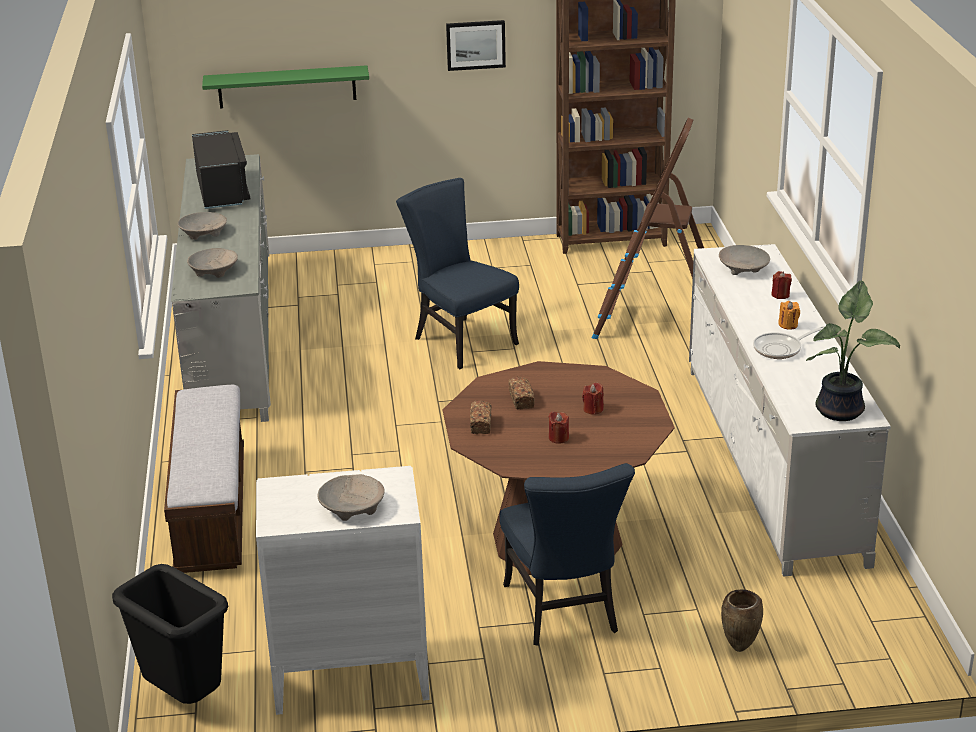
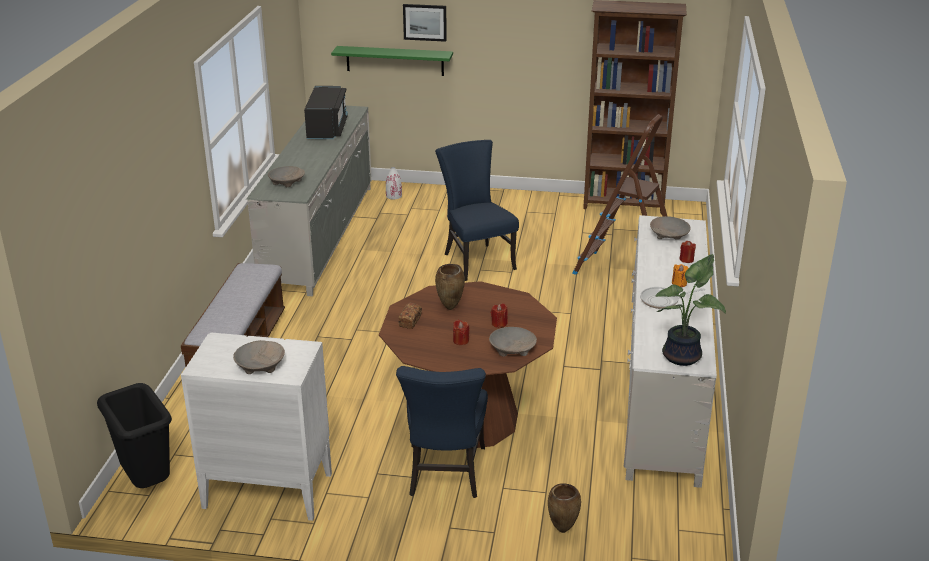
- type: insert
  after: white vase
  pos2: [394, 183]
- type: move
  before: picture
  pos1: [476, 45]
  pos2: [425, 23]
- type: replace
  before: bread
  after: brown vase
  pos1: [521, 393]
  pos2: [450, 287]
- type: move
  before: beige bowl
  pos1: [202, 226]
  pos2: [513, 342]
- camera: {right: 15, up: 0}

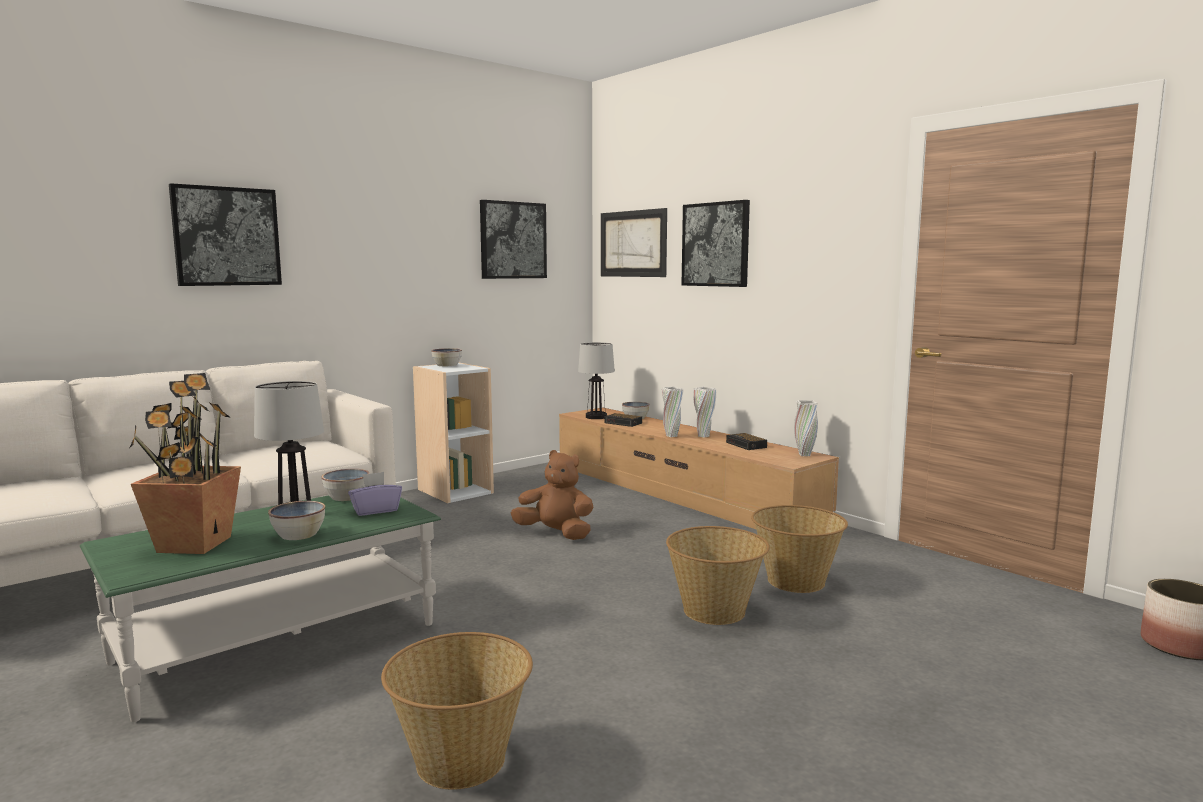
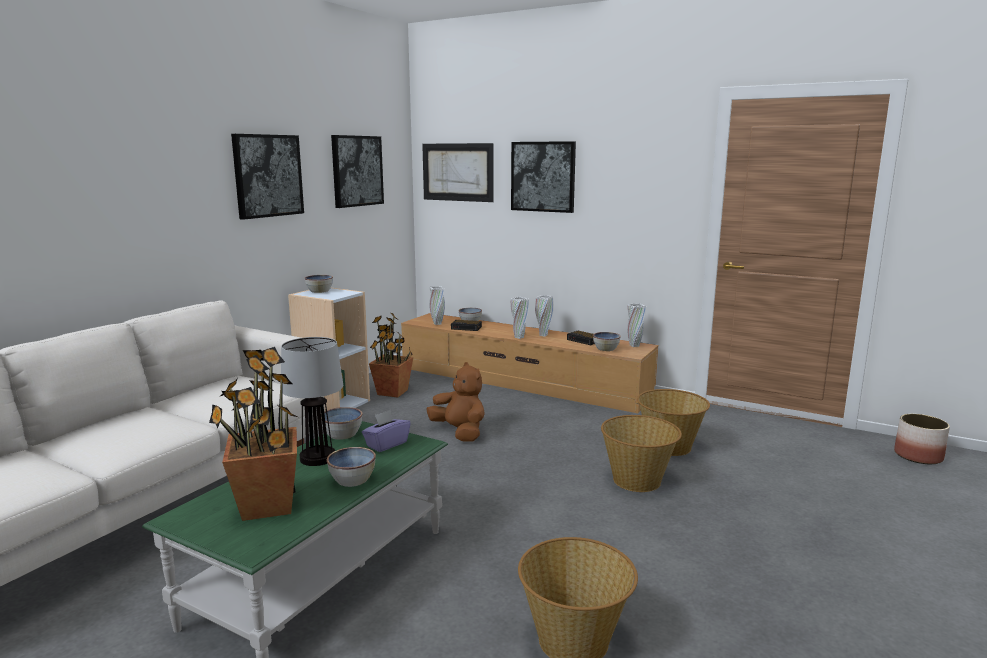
- type: move
  before: picture
  pos1: [225, 234]
  pos2: [267, 177]
- type: insert
  after: potted plant
  pos2: [391, 354]
- type: rotate
  before: brown plush toy
  pos1: [552, 495]
  pos2: [455, 401]
  turn: 45
- type: replace
  before: table lamp
  after: white vase
  pos1: [596, 380]
  pos2: [437, 305]
- type: insert
  after: bowl
  pos2: [607, 341]
- camera: {right: -20, up: 5}

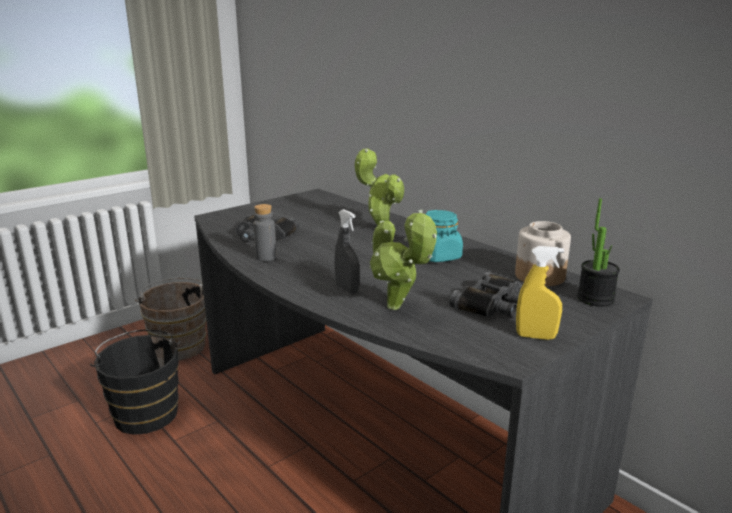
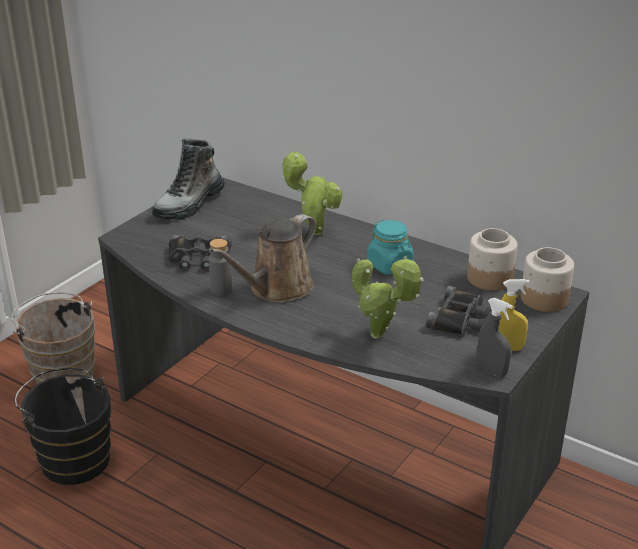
- type: insert
  after: boot
  pos2: [188, 179]
- type: insert
  after: brown watering can
  pos2: [263, 258]
- type: move
  before: grey spray bottle
  pos1: [347, 251]
  pos2: [494, 337]
- type: replace
  before: potted plant
  after: jar
  pos1: [598, 252]
  pos2: [547, 279]
- camera: {right: -15, up: 10}

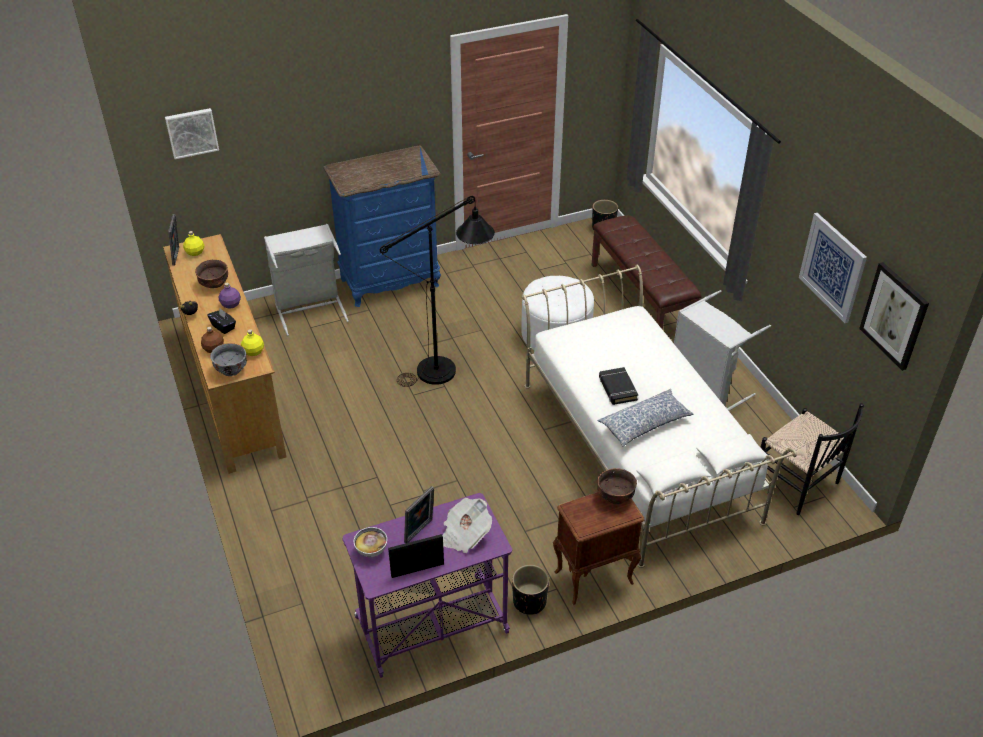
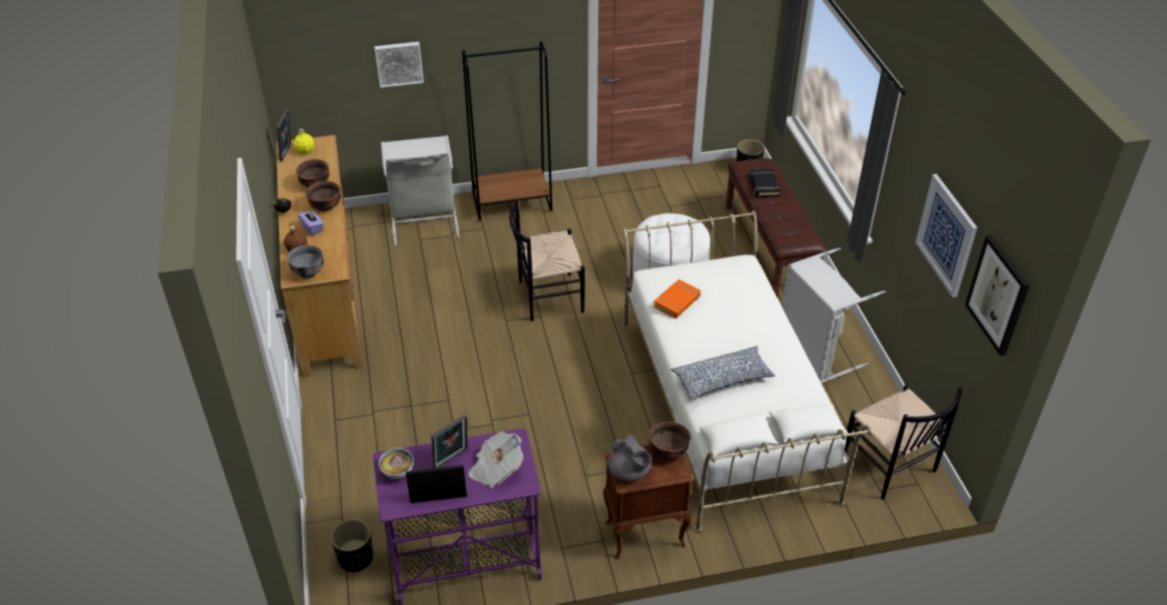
- type: recolor
  before: black tissue box
  after: purple tissue box
  pos1: [221, 321]
  pos2: [310, 222]
- type: replace
  before: purple bottle
  after: brown bowl
  pos1: [230, 295]
  pos2: [323, 196]
- type: move
  before: black planter
  pos1: [530, 590]
  pos2: [352, 545]
- type: move
  before: picture
  pos1: [192, 133]
  pos2: [399, 65]
- type: replace
  before: blue dresser
  after: clothes rack
  pos1: [382, 226]
  pos2: [507, 130]
- type: replace
  before: black floor lamp
  after: black chair
  pos1: [437, 291]
  pos2: [547, 260]
- type: insert
  after: grey teapot
  pos2: [630, 458]
- type: insert
  after: orange book
  pos2: [677, 299]
- type: move
  before: black book
  pos1: [618, 386]
  pos2: [764, 183]
- type: delete
  before: yellow bottle
  pos1: [252, 342]
- camera: {right: 10, up: 0}

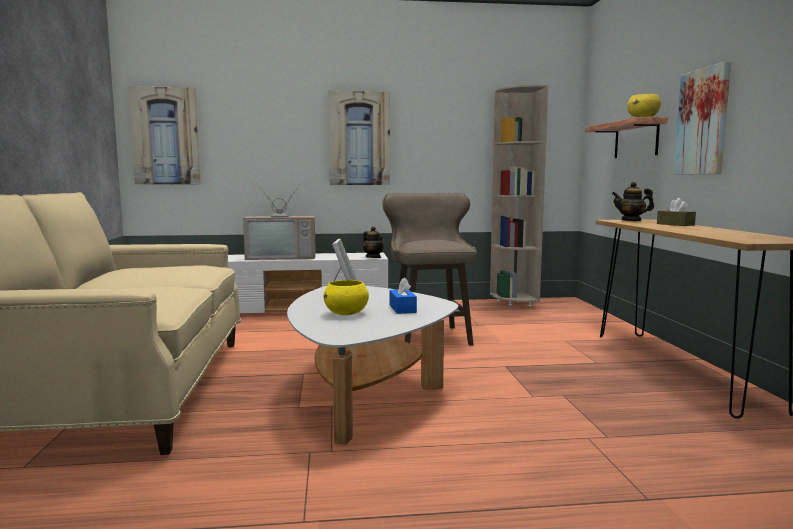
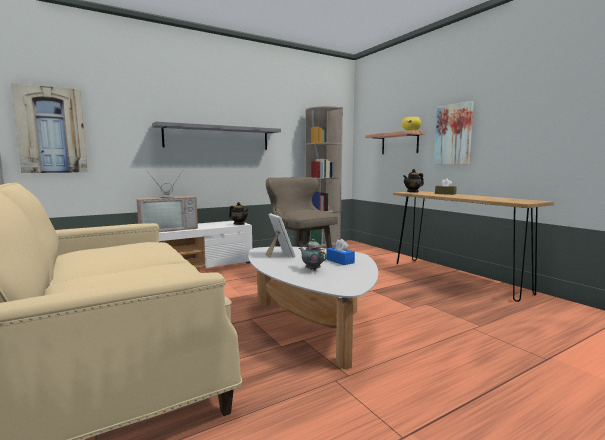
- type: replace
  before: picture
  after: grey shelf
  pos1: [359, 138]
  pos2: [216, 135]
- type: replace
  before: yellow bowl
  after: teapot
  pos1: [346, 297]
  pos2: [313, 255]
- camera: {right: -25, up: 0}

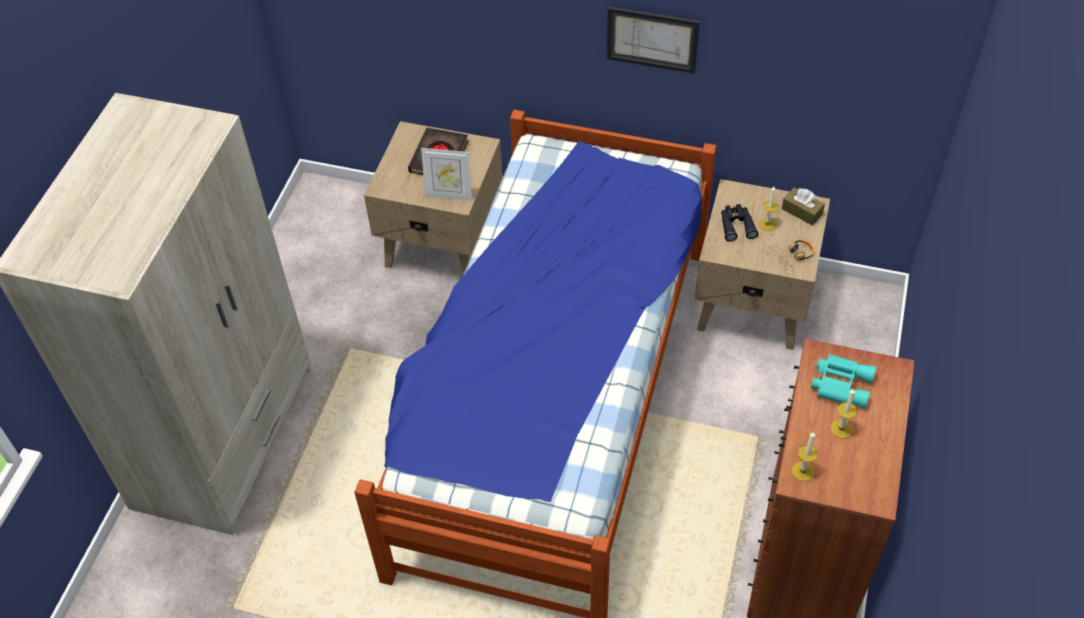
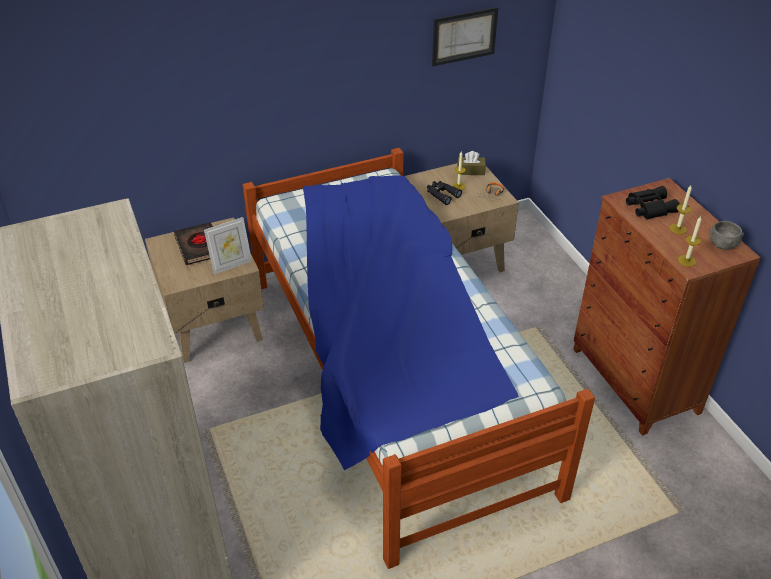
- type: move
  before: picture
  pos1: [653, 40]
  pos2: [465, 36]
- type: recolor
  before: turquoise binoculars
  after: black binoculars
  pos1: [843, 381]
  pos2: [653, 203]
- type: insert
  after: grey bowl
  pos2: [726, 235]
- camera: {right: -40, up: -10}

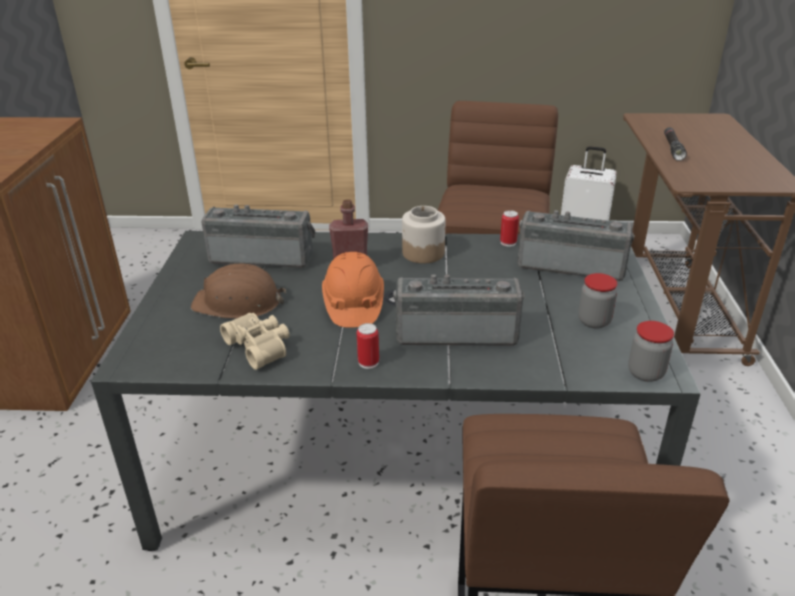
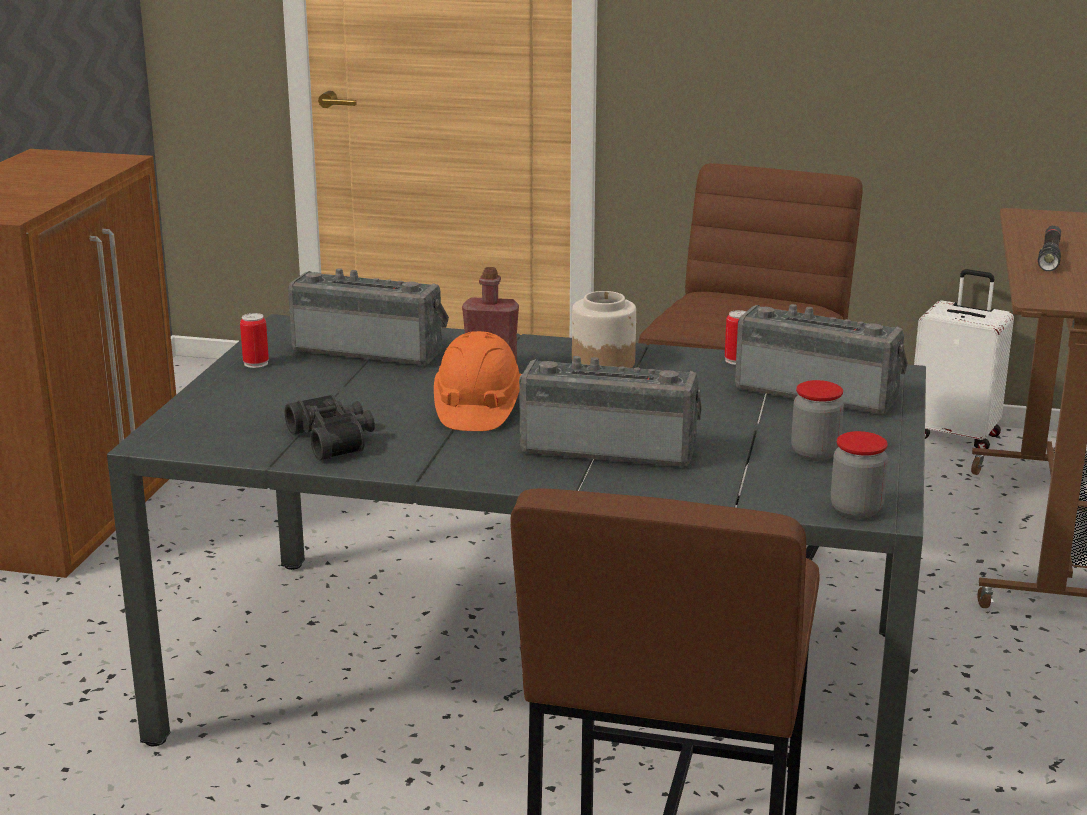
- type: move
  before: can
  pos1: [368, 346]
  pos2: [254, 340]
- type: recolor
  before: beige binoculars
  after: black binoculars
  pos1: [255, 341]
  pos2: [330, 427]
- type: delete
  before: brown hard hat
  pos1: [238, 291]
- camera: {right: 10, up: -10}

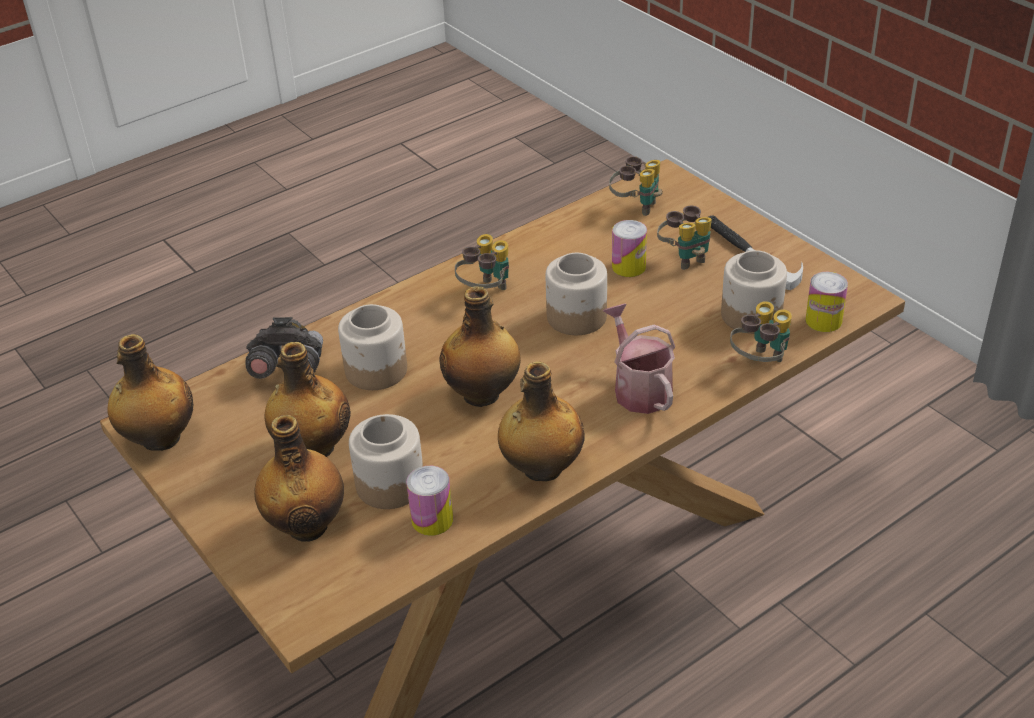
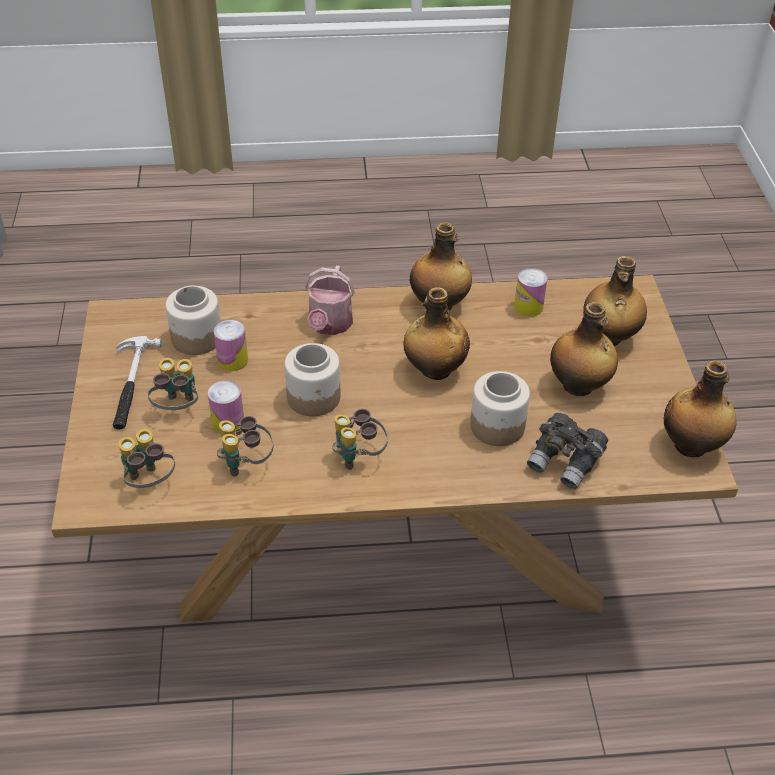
- type: move
  before: can
  pos1: [826, 302]
  pos2: [231, 345]
- type: move
  before: binoculars
  pos1: [761, 331]
  pos2: [245, 446]
- type: delete
  before: jar
  pos1: [386, 461]
- camera: {right: -150, up: 5}

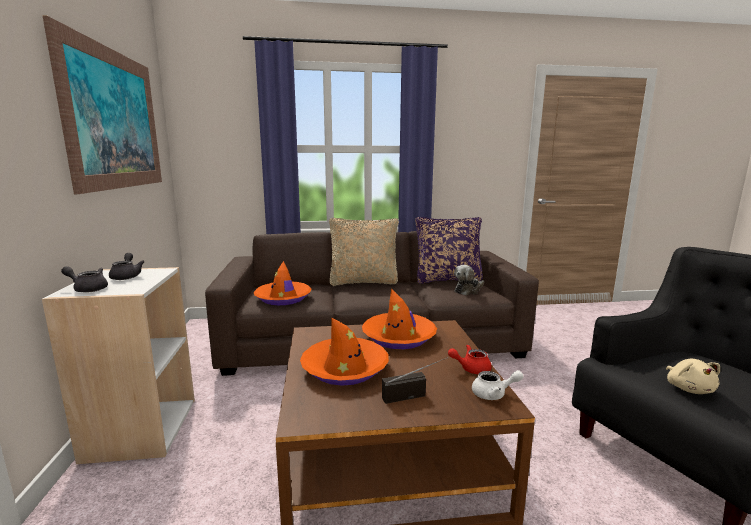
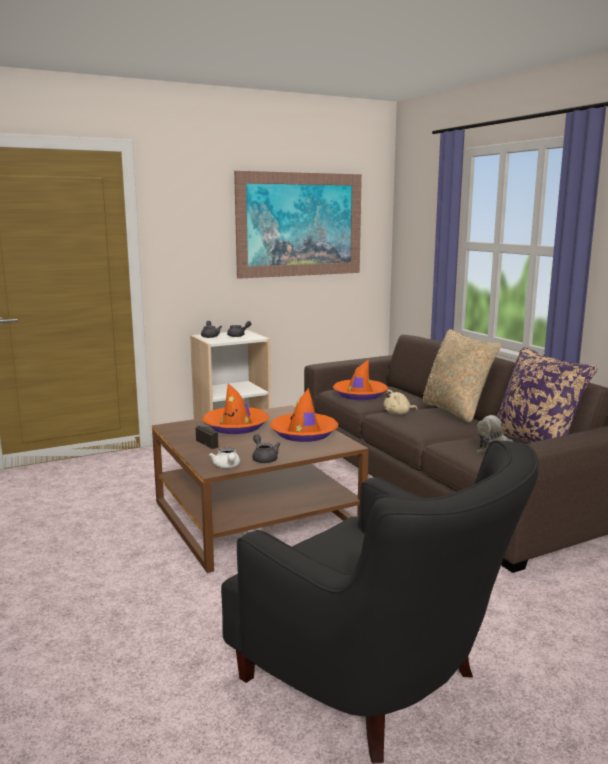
- type: recolor
  before: red teapot
  after: grey teapot
  pos1: [470, 359]
  pos2: [266, 448]
- type: move
  before: beige plush toy
  pos1: [693, 376]
  pos2: [401, 402]
- camera: {right: 70, up: 0}

